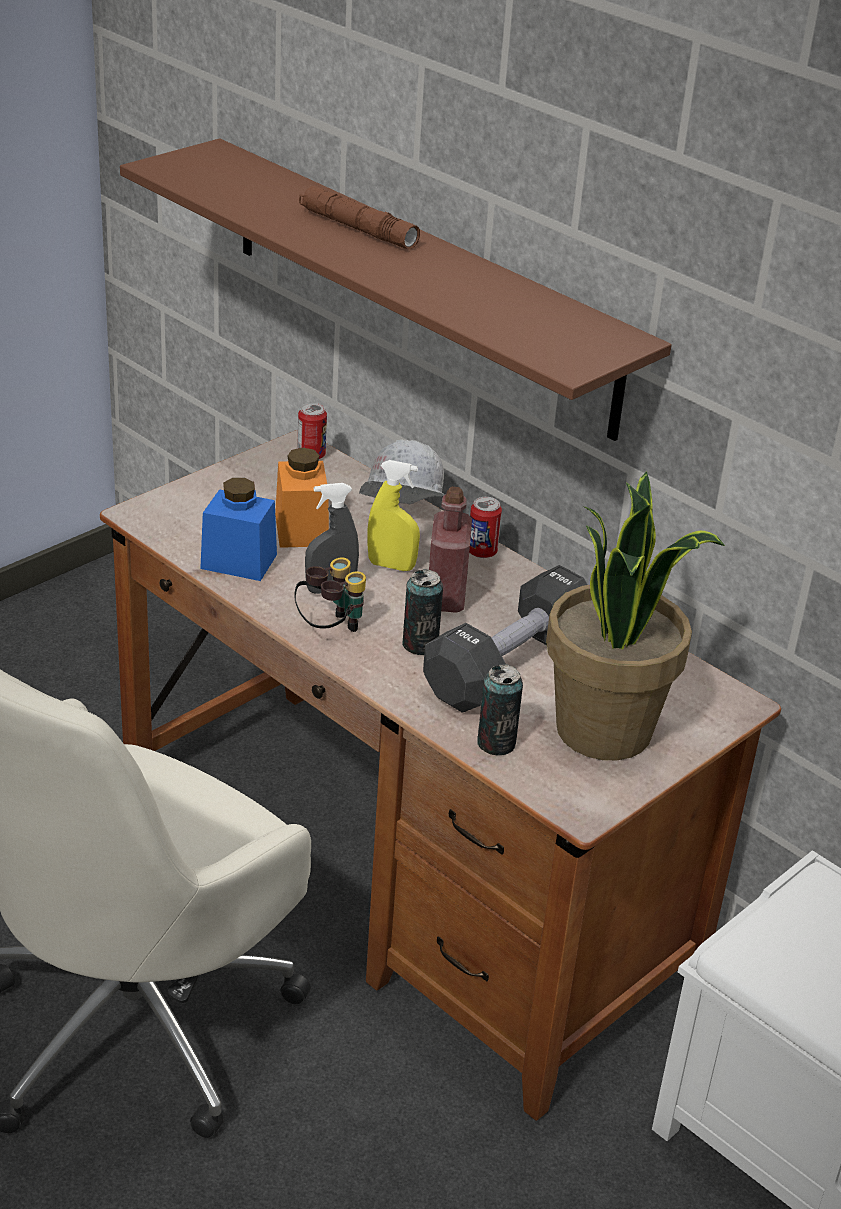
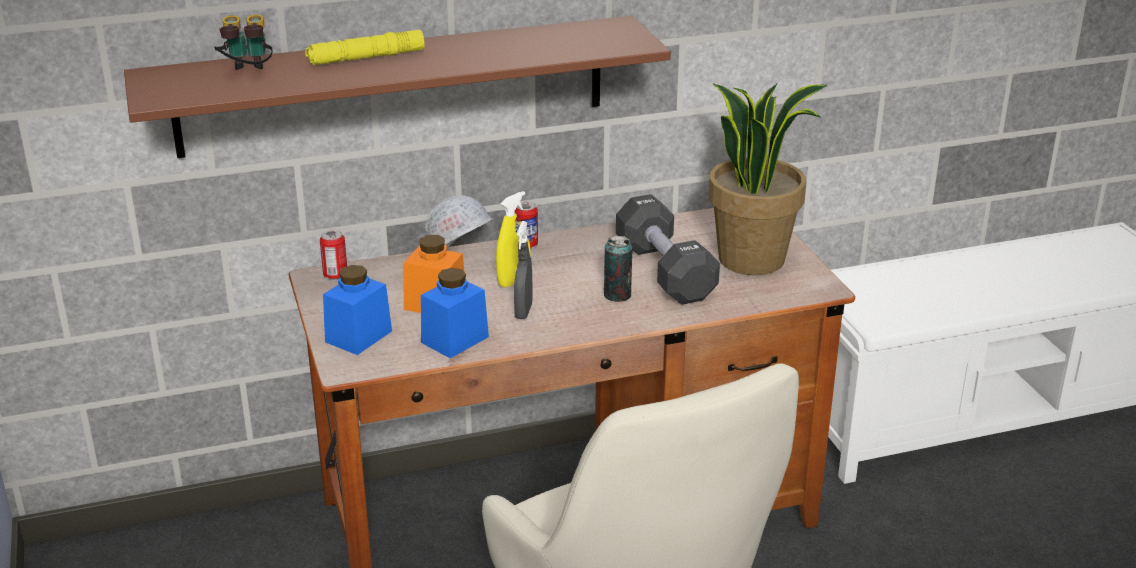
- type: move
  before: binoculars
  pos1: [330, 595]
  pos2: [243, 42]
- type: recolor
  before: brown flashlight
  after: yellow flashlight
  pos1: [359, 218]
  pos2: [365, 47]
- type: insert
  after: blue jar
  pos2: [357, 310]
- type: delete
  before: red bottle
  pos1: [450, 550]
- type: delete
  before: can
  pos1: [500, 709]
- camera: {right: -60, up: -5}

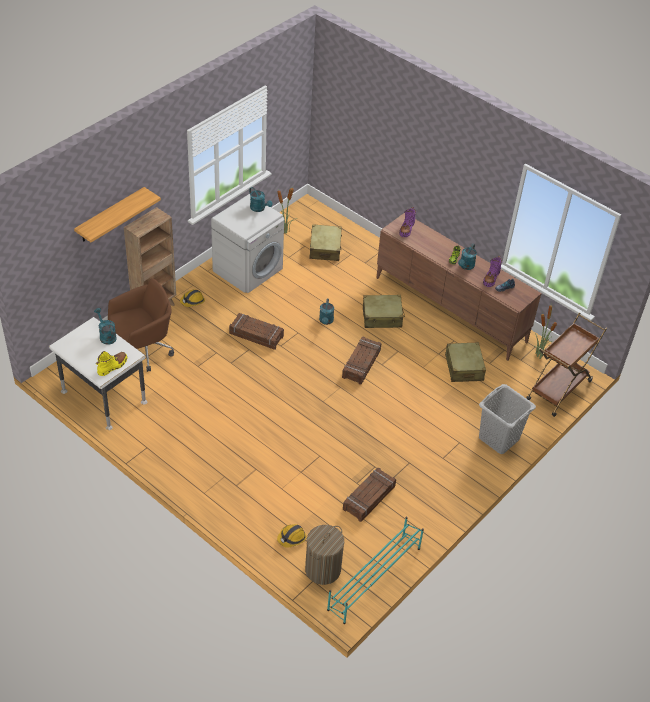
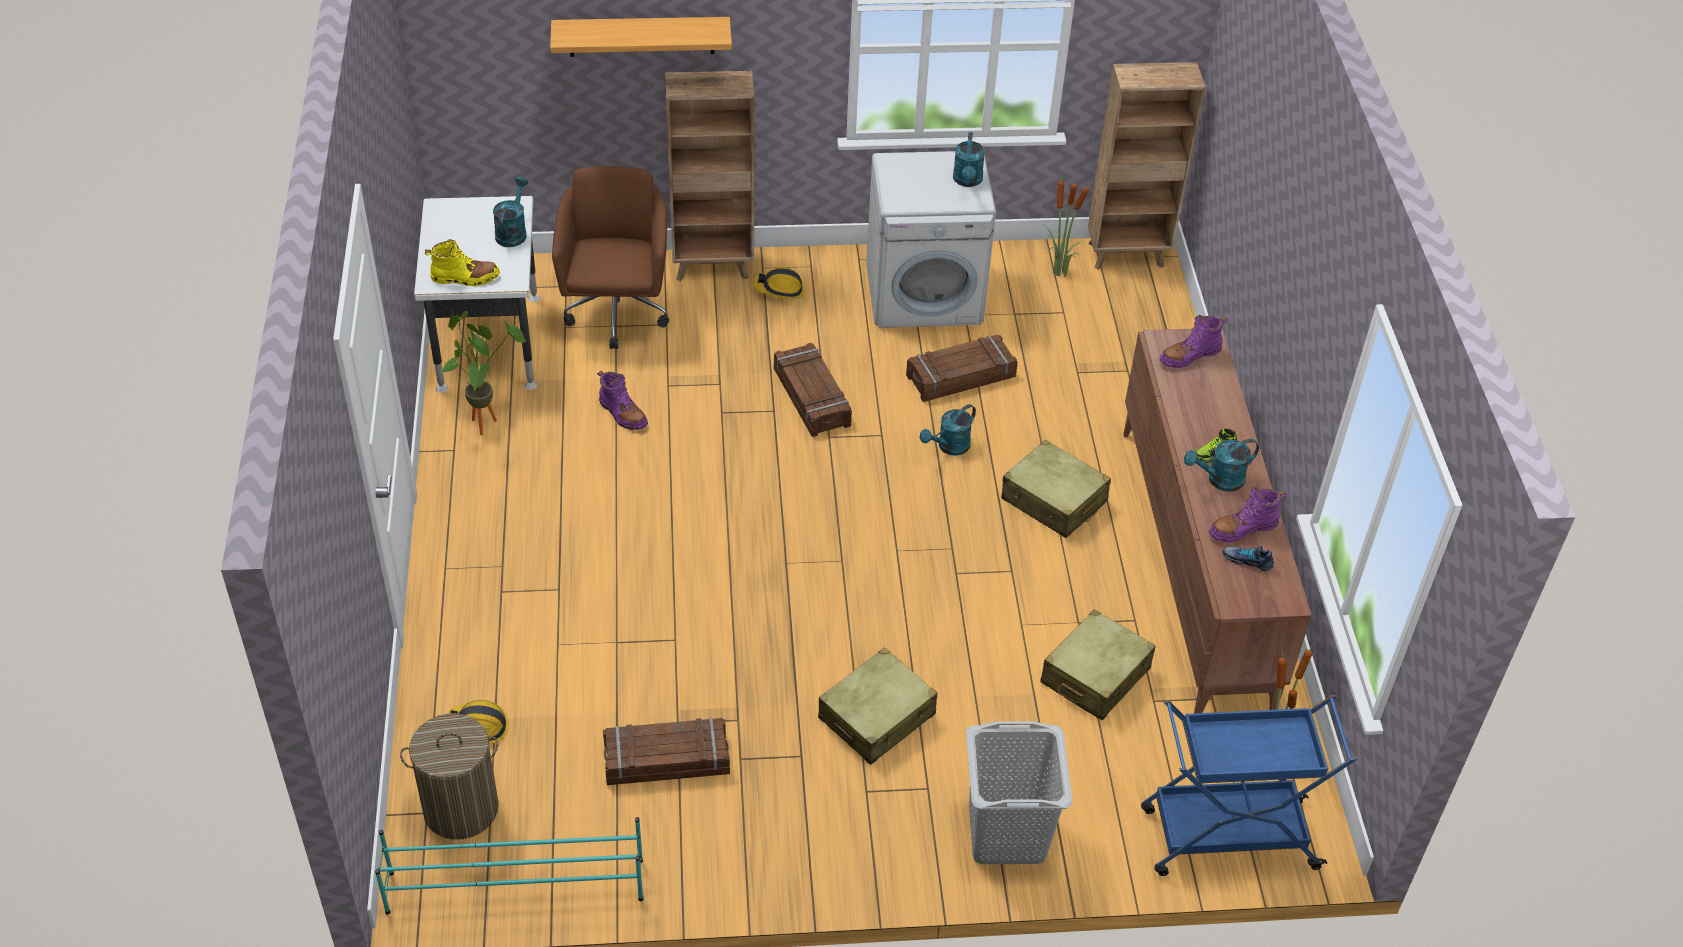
- type: insert
  after: potted plant
  pos2: [483, 373]
- type: rotate
  before: brown office chair
  pos1: [141, 325]
  pos2: [610, 257]
  turn: -105
- type: insert
  after: purple boot
  pos2: [622, 400]
- type: move
  before: beige suitcase
  pos1: [325, 242]
  pos2: [877, 706]
- type: move
  before: crate
  pos1: [362, 361]
  pos2: [962, 368]
- type: insert
  after: brown bookcase
  pos2: [1146, 166]
- type: recolor
  before: brown cart
  after: blue cart
  pos1: [566, 365]
  pos2: [1249, 785]
- camera: {right: 45, up: 0}

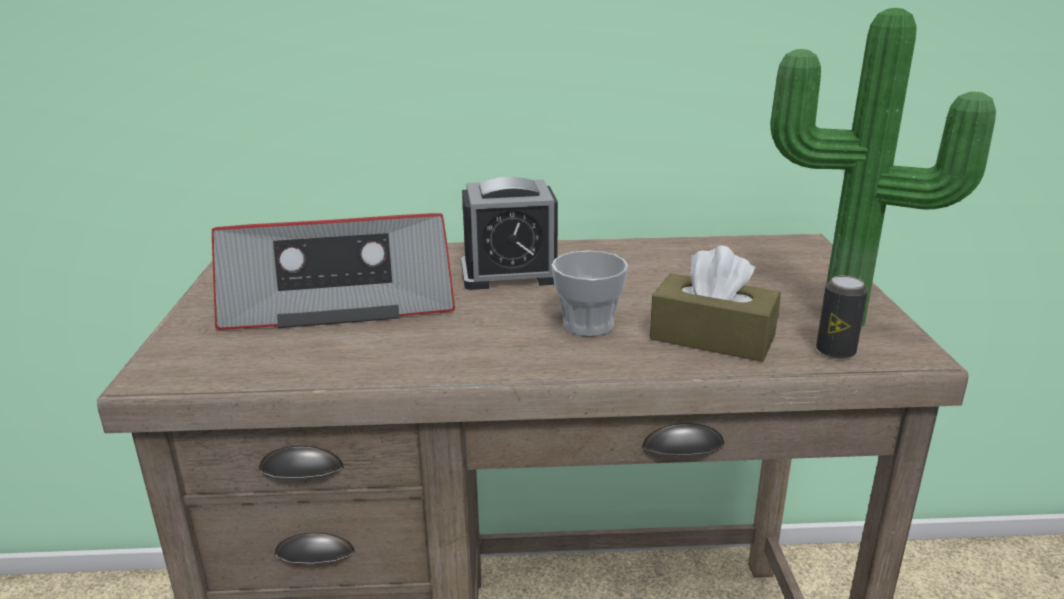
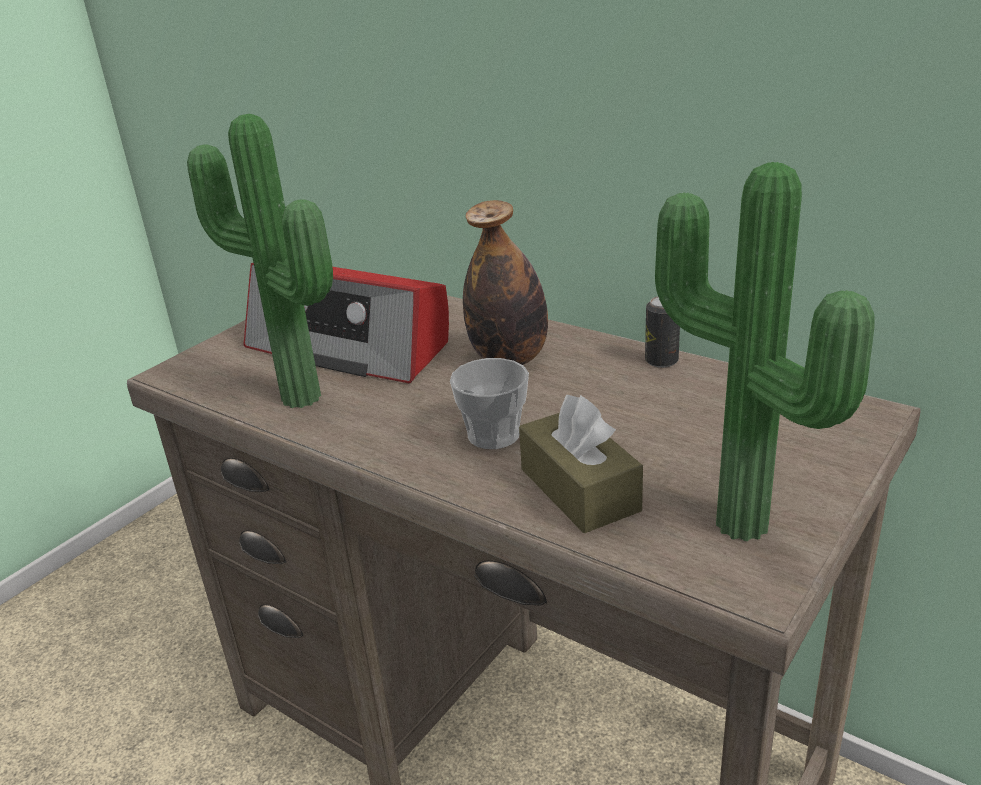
- type: insert
  after: potted plant
  pos2: [260, 261]
- type: replace
  before: alarm clock
  after: bottle
  pos1: [509, 233]
  pos2: [505, 282]
- type: move
  before: can
  pos1: [842, 317]
  pos2: [662, 332]
- camera: {right: 40, up: 5}

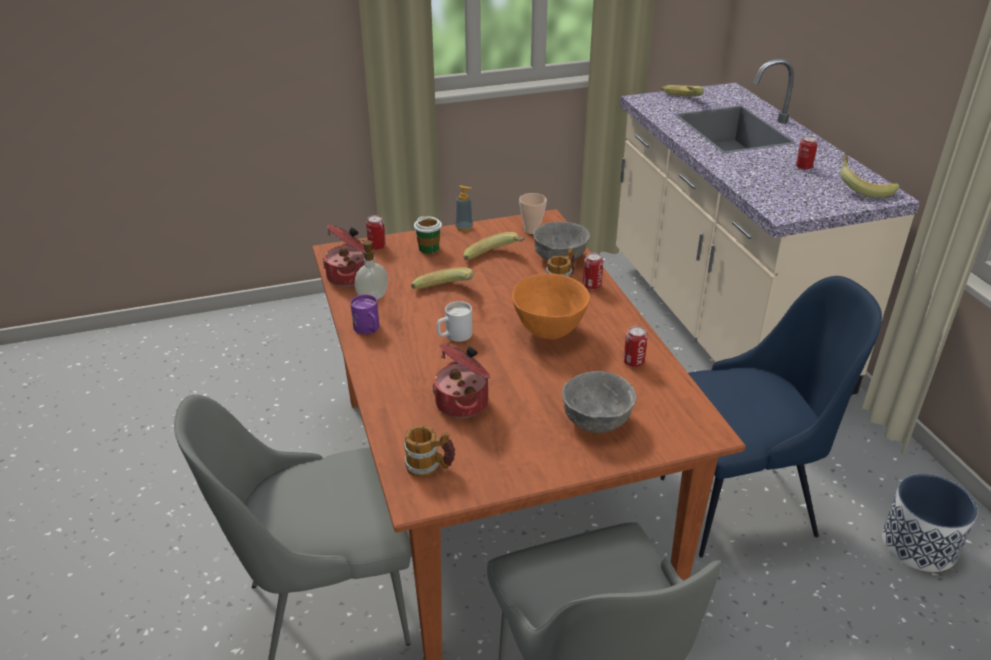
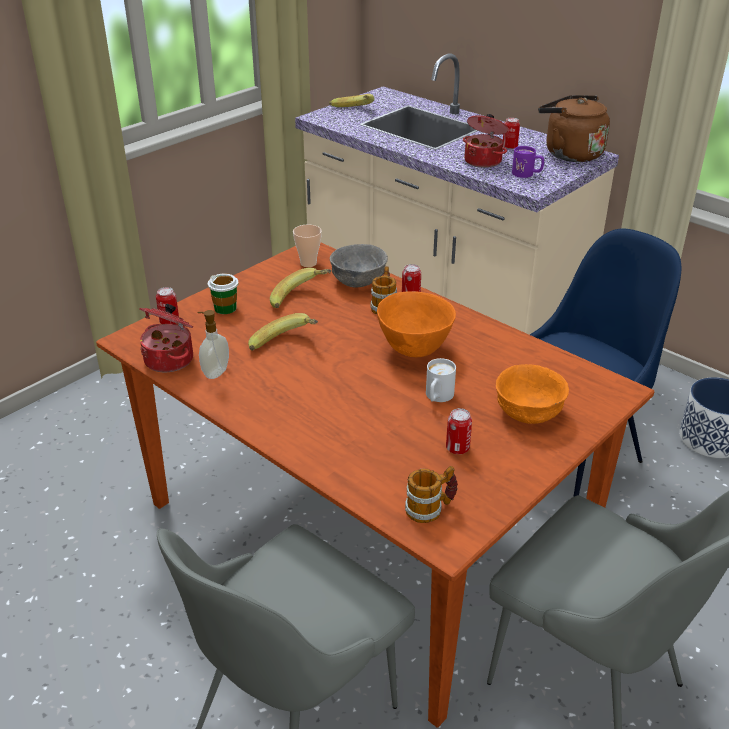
- type: move
  before: white mug
  pos1: [454, 321]
  pos2: [441, 380]
- type: move
  before: can
  pos1: [635, 346]
  pos2: [459, 431]
- type: move
  before: cooking pot
  pos1: [461, 381]
  pos2: [485, 141]
- type: recolor
  before: grey bowl
  after: orange bowl
  pos1: [599, 402]
  pos2: [532, 394]
- type: move
  before: purple mug
  pos1: [365, 314]
  pos2: [528, 162]
- type: replace
  before: banana
  after: brown kettle
  pos1: [869, 175]
  pos2: [574, 128]
- type: delete
  before: soap dispenser
  pos1: [464, 208]
- camera: {right: -30, up: 0}

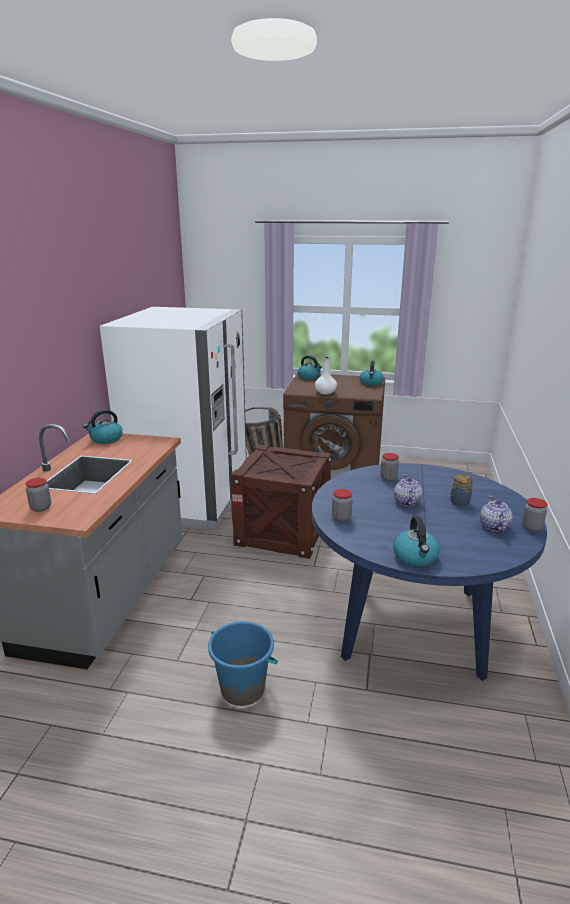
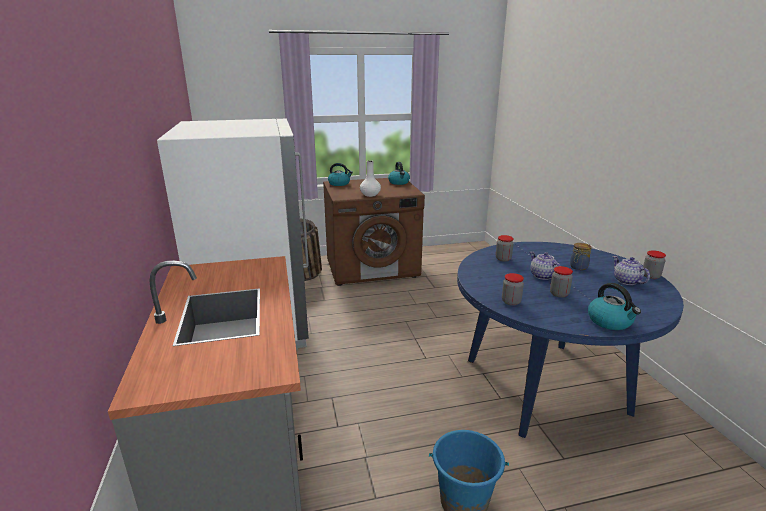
- type: move
  before: jar
  pos1: [38, 495]
  pos2: [561, 282]
- type: delete
  before: kettle
  pos1: [103, 427]
- type: delete
  before: crate
  pos1: [281, 501]
- camera: {right: -25, up: 0}

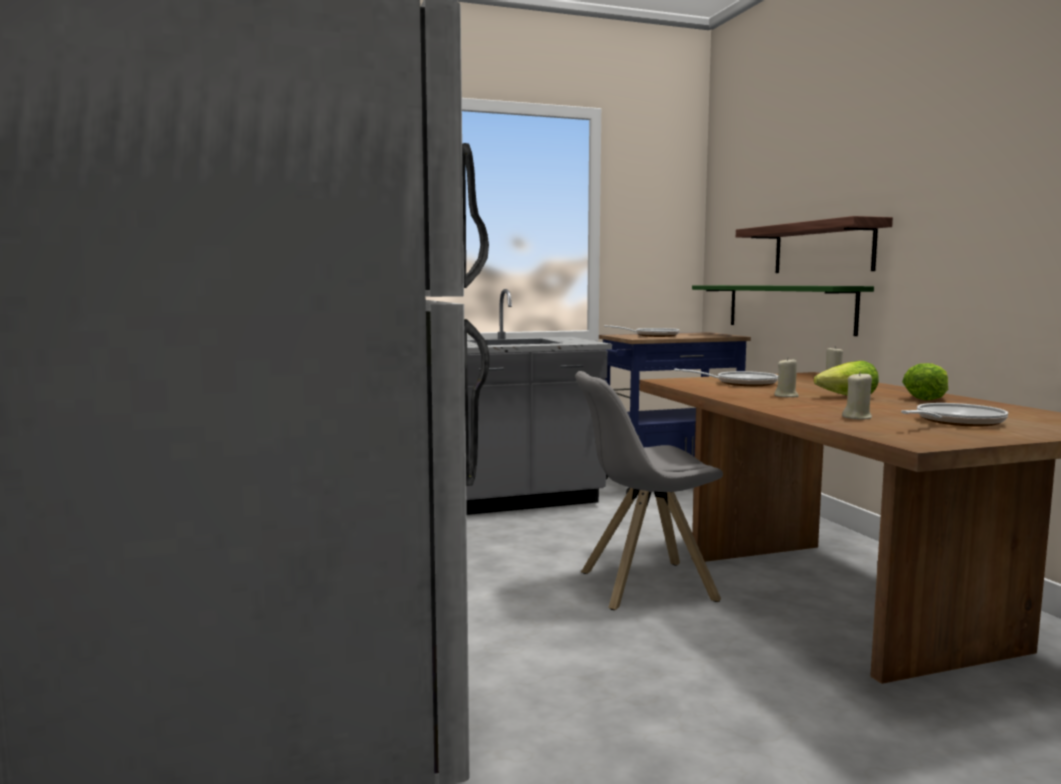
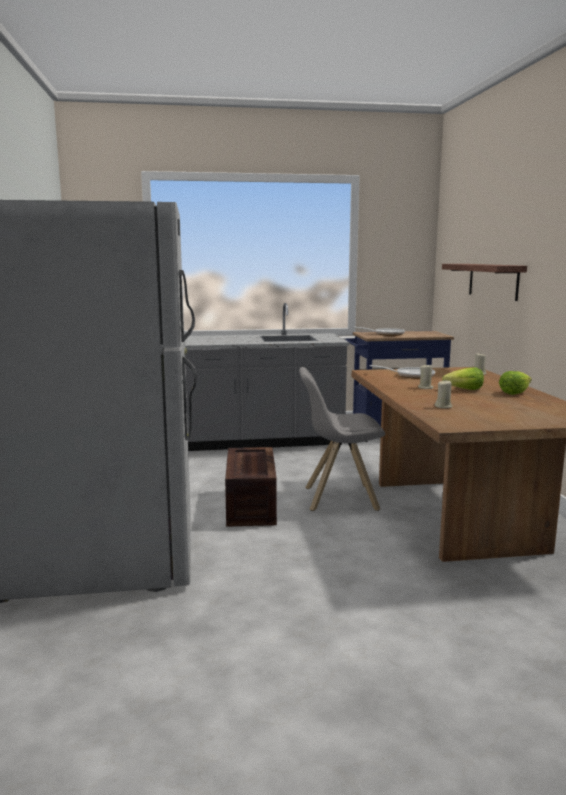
- type: insert
  after: crate
  pos2: [251, 487]
- type: delete
  before: green shelf
  pos1: [783, 310]
- type: delete
  before: frying pan
  pos1: [954, 415]
- camera: {right: 10, up: 5}

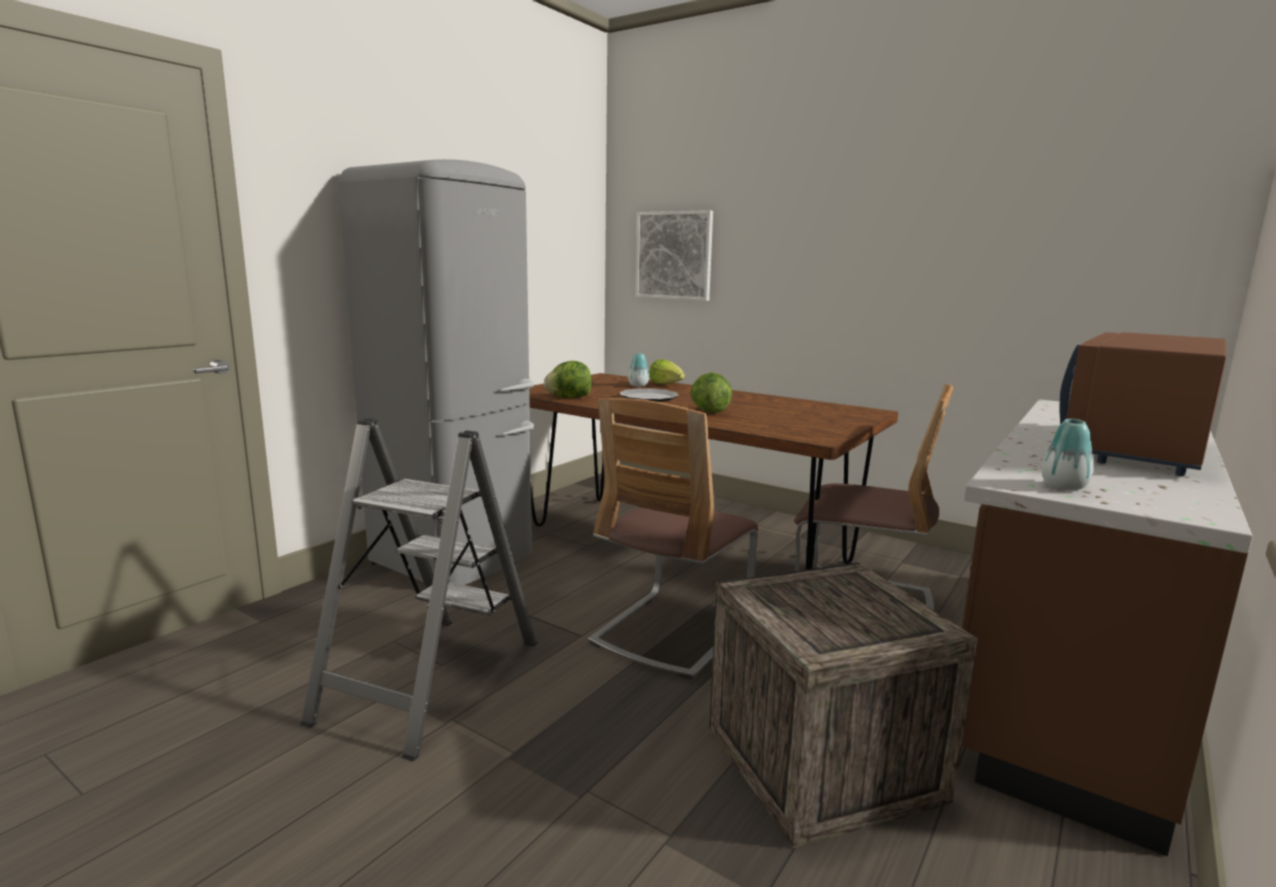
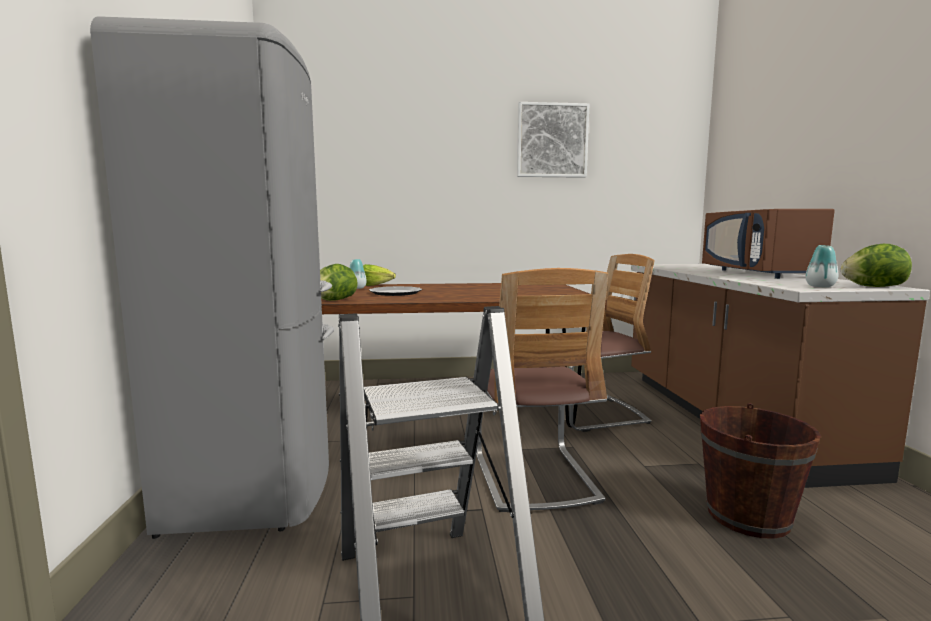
- type: move
  before: picture
  pos1: [674, 255]
  pos2: [553, 140]
- type: replace
  before: crate
  after: brown bucket
  pos1: [843, 705]
  pos2: [760, 471]
- type: move
  before: lettuce
  pos1: [711, 392]
  pos2: [876, 265]
- camera: {right: -40, up: -5}

